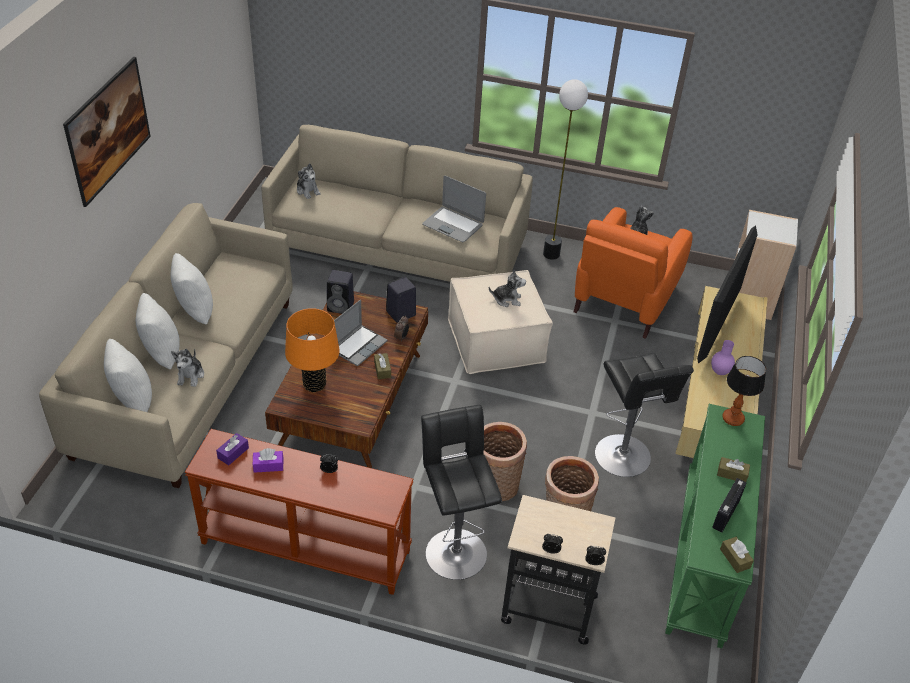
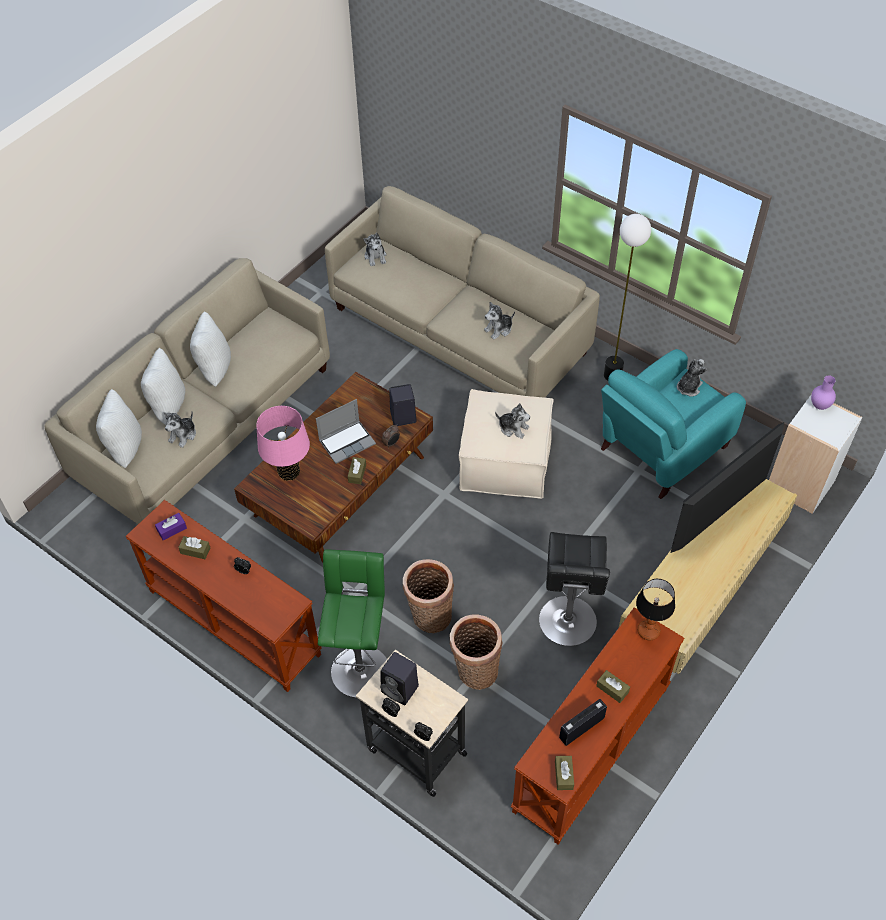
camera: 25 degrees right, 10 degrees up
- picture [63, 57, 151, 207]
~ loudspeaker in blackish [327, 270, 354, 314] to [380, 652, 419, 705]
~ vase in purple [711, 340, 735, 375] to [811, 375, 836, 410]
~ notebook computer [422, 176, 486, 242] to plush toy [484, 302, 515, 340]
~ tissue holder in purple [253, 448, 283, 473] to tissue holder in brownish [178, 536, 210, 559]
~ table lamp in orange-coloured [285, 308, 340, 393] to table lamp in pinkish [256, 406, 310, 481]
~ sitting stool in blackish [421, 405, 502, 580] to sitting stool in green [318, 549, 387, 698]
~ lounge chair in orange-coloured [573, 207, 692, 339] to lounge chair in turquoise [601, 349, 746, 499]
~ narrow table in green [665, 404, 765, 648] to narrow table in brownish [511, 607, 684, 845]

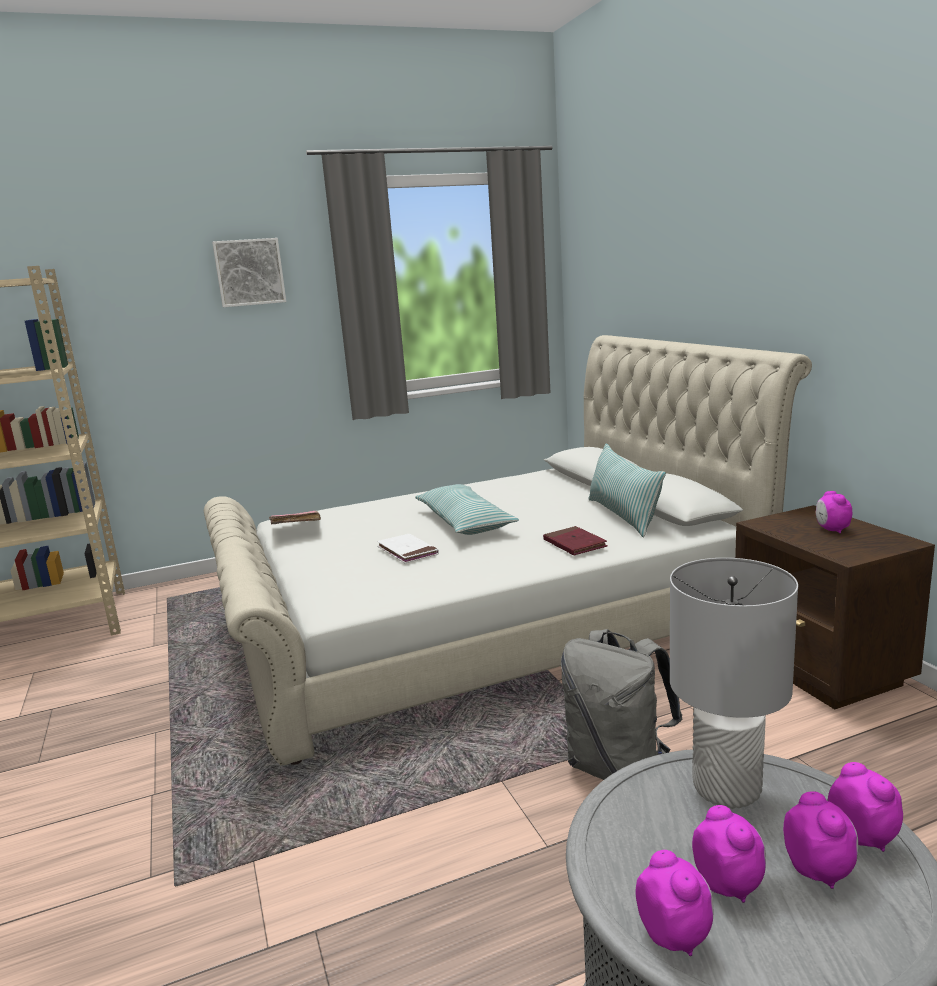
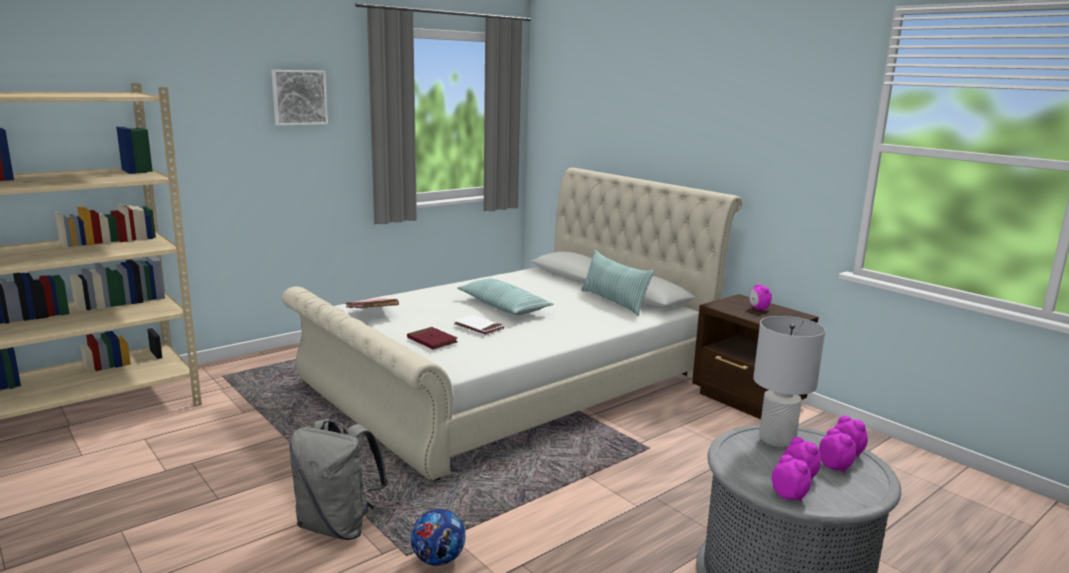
camera: 20 degrees left, 0 degrees up
+ football [411, 509, 466, 566]
~ book in reddish [543, 526, 608, 555] to [407, 327, 458, 349]
~ backpack in gray [561, 629, 683, 780] to [289, 419, 388, 540]

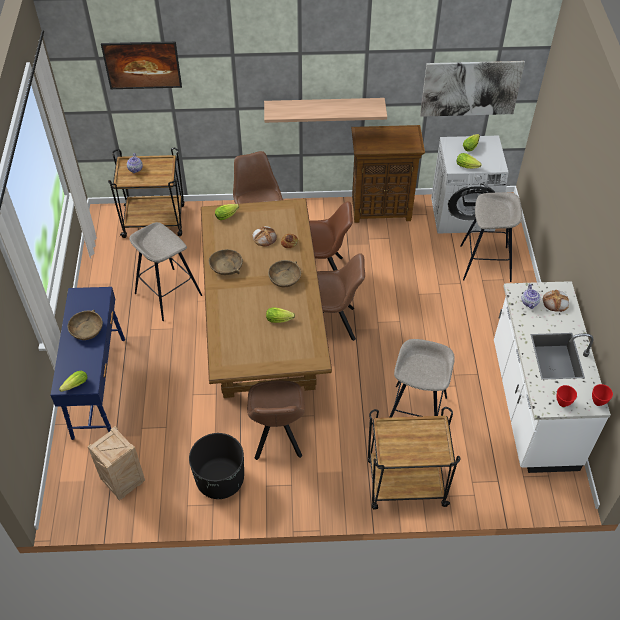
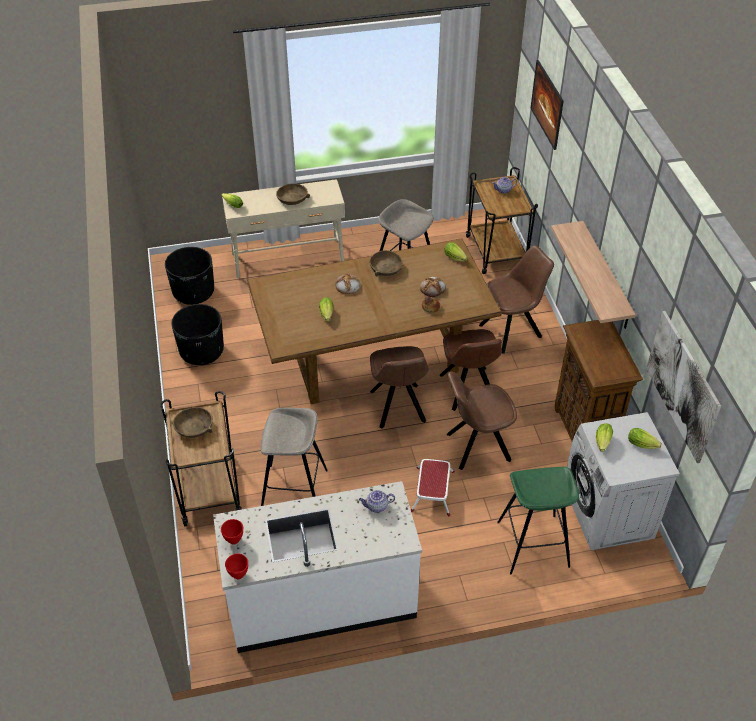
camera: 80 degrees right, 5 degrees down
+ step ladder in reddish [411, 459, 455, 516]
~ upright chair in brownish [247, 380, 305, 460] to [447, 371, 517, 470]
~ bowl in brownish [268, 260, 301, 287] to [173, 407, 213, 438]
~ bakery bread [543, 290, 569, 312] to [336, 274, 360, 294]
~ crate [88, 426, 145, 501] to plant pot in blackish [165, 247, 214, 305]
~ narrow table in blue-coloured [51, 287, 125, 440] to narrow table in beige [222, 179, 345, 278]
~ sitting stool in gray [461, 192, 522, 282] to sitting stool in green [497, 467, 579, 574]

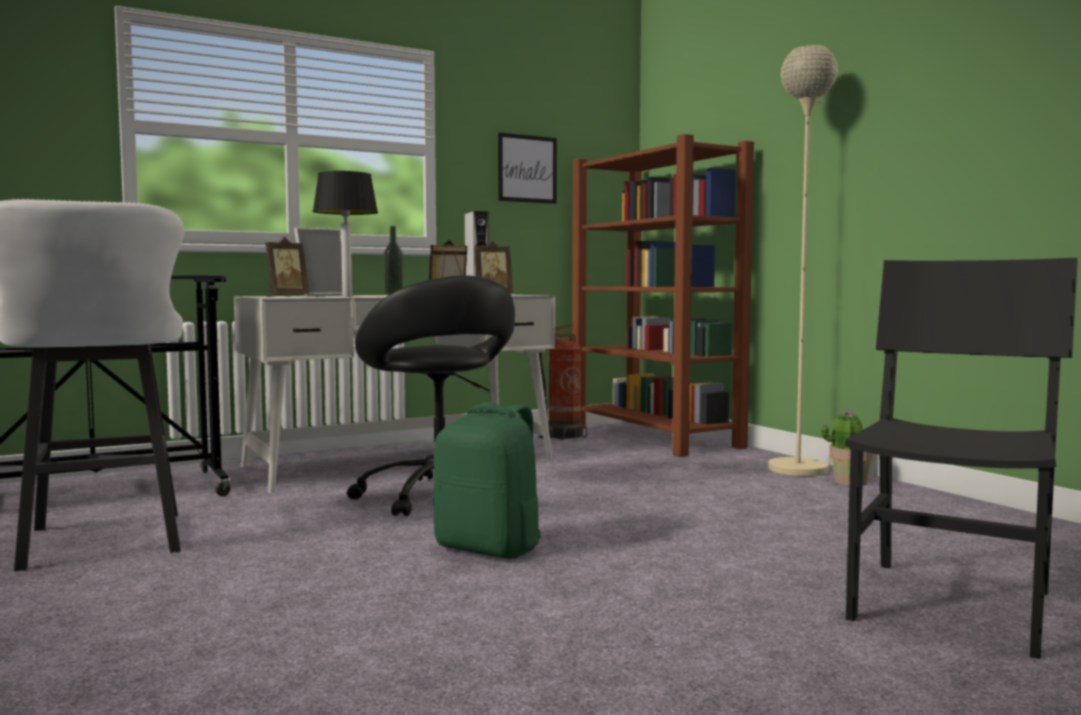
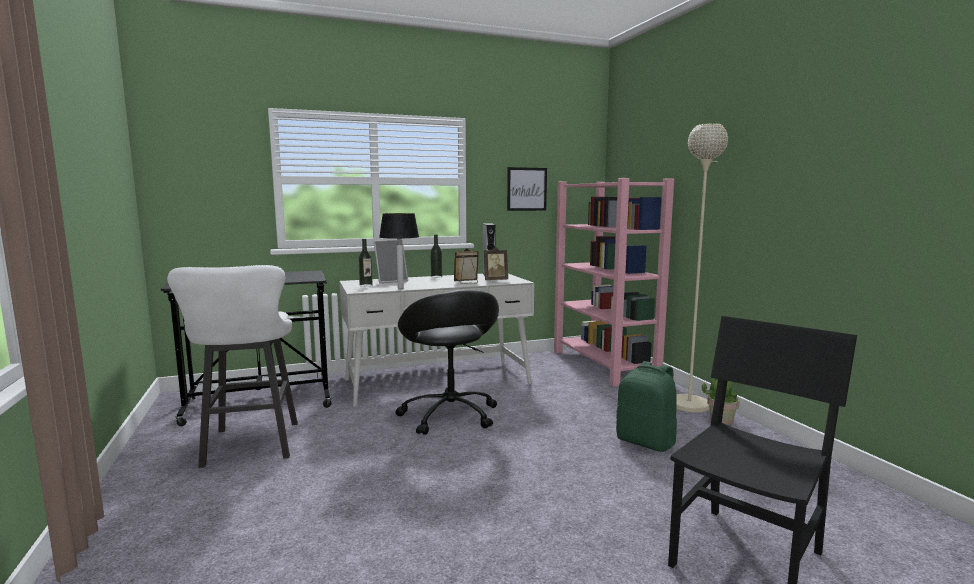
camera: 10 degrees right, 5 degrees up
- fire-fighting cylinder [539, 324, 587, 440]
~ backpack in green [432, 402, 541, 559] to [616, 361, 677, 452]
~ photo frame [266, 237, 309, 297] to bottle [358, 239, 373, 287]
~ bookcase in brownish [572, 134, 754, 457] to bookcase in pinkish [554, 178, 674, 387]

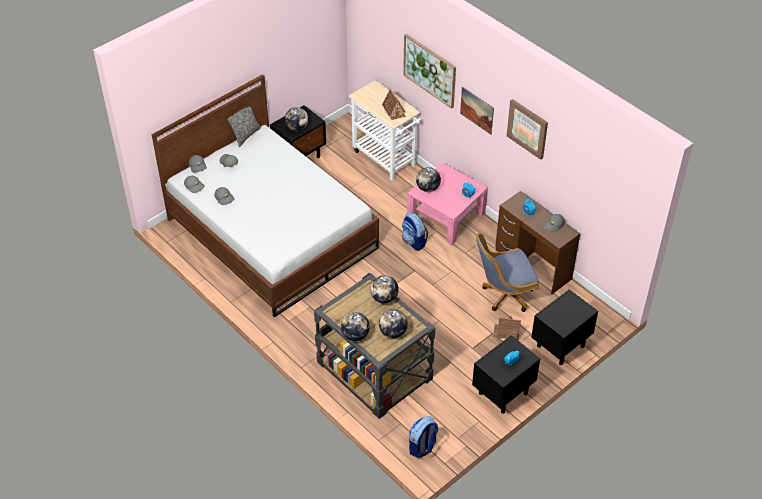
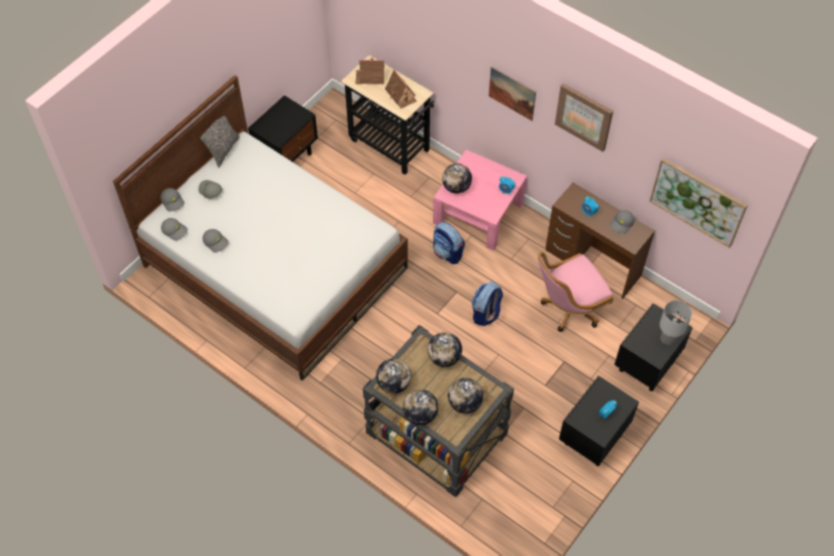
camera: 10 degrees left, 10 degrees up
+ table lamp in gray [660, 300, 692, 346]
~ desk globe [285, 107, 309, 131] to [376, 358, 411, 394]
~ picture [403, 34, 456, 109] to [649, 158, 748, 248]
~ backpack [409, 416, 438, 458] to [472, 281, 503, 326]
~ miniature house [493, 316, 521, 340] to [356, 58, 385, 84]
~ cart in white [349, 80, 421, 181] to cart in blackish [341, 55, 434, 175]
~ office chair in blue-coloured [476, 233, 539, 312] to office chair in pinkish [538, 252, 613, 332]

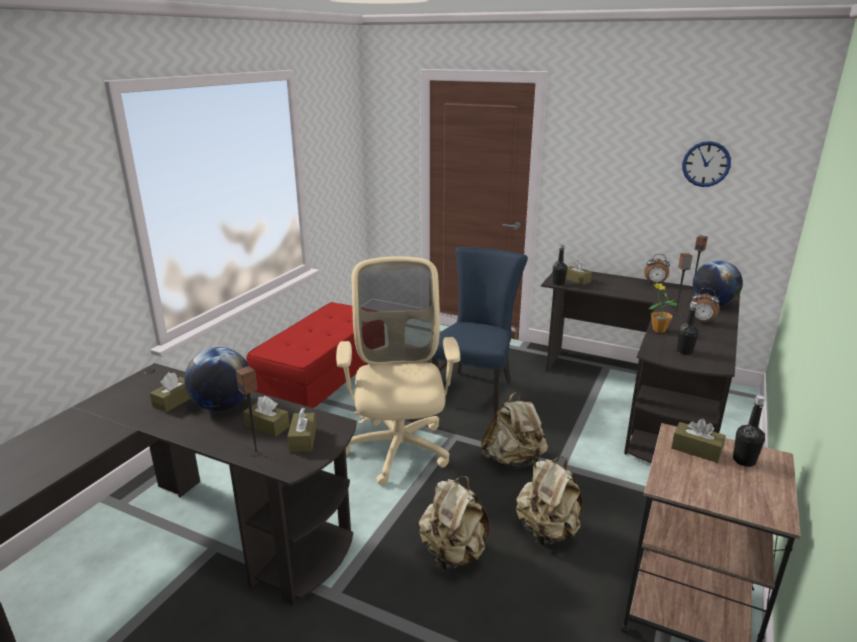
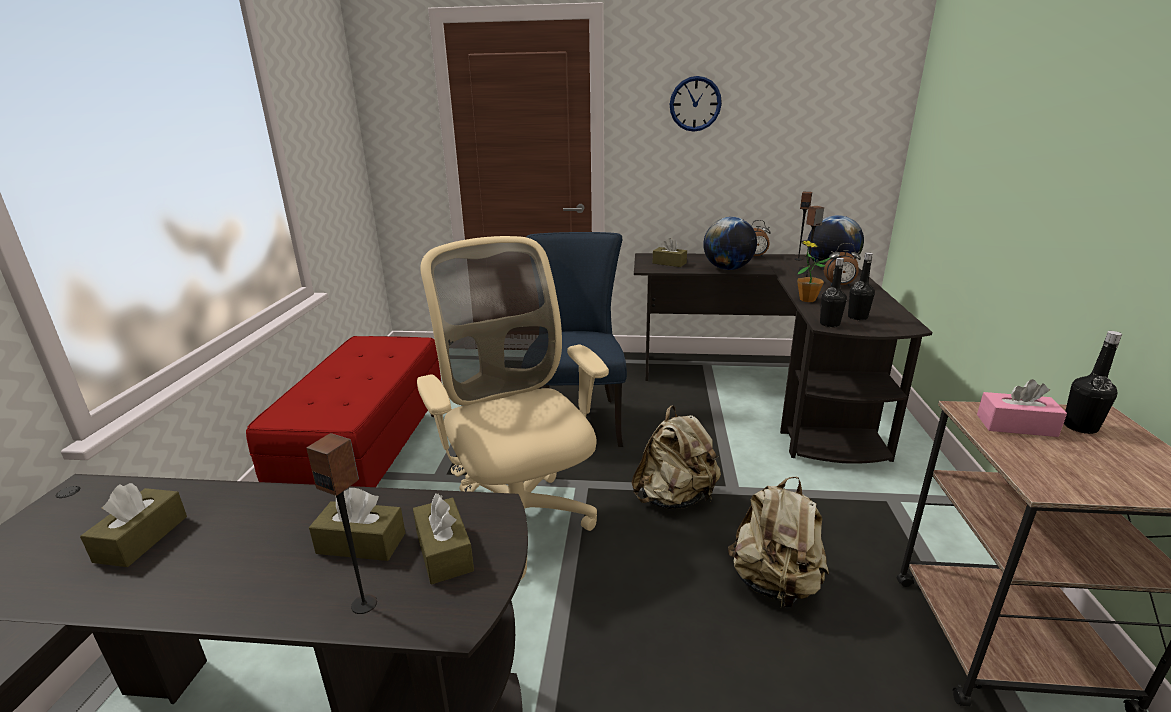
camera: 20 degrees left, 0 degrees up
- backpack in beige [419, 476, 490, 570]
~ desk globe [184, 347, 249, 411] to [703, 217, 757, 270]
~ bottle in blackish [553, 244, 567, 286] to [820, 258, 847, 327]
~ wall clock [682, 141, 731, 187] to [670, 76, 722, 132]
~ tissue holder in brownish [671, 419, 726, 463] to tissue holder in pinkish [977, 379, 1067, 437]

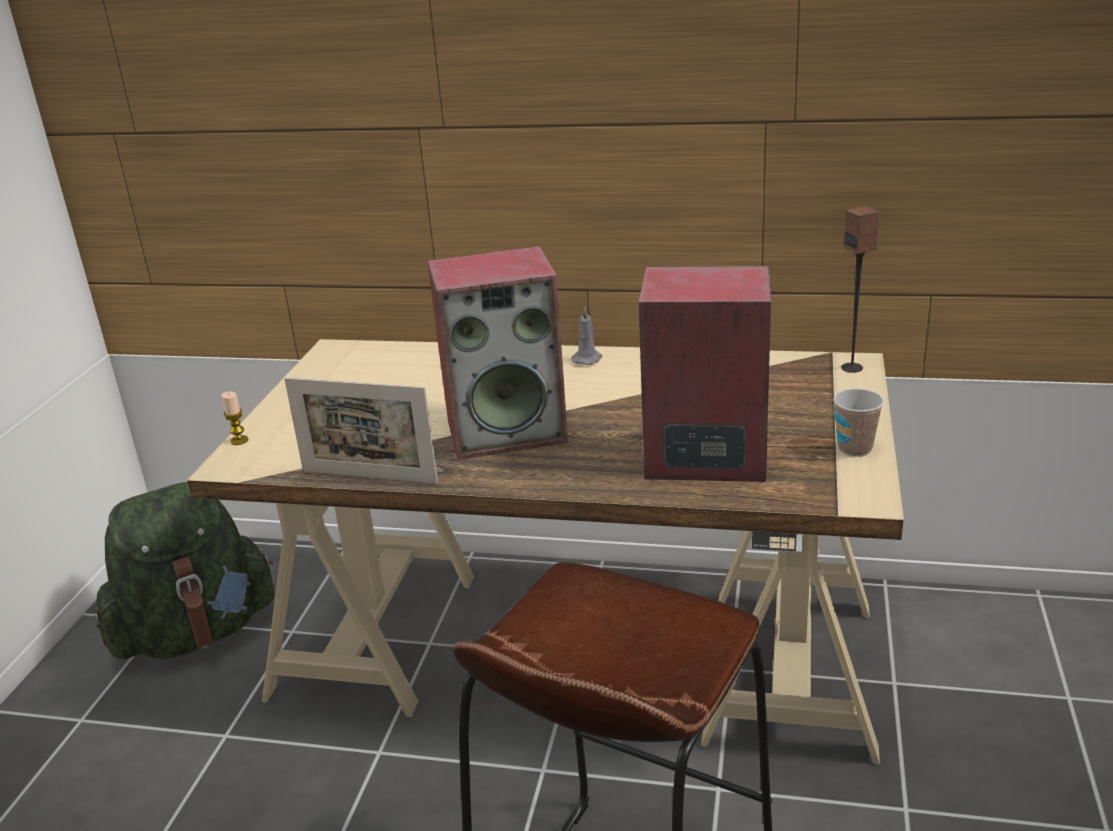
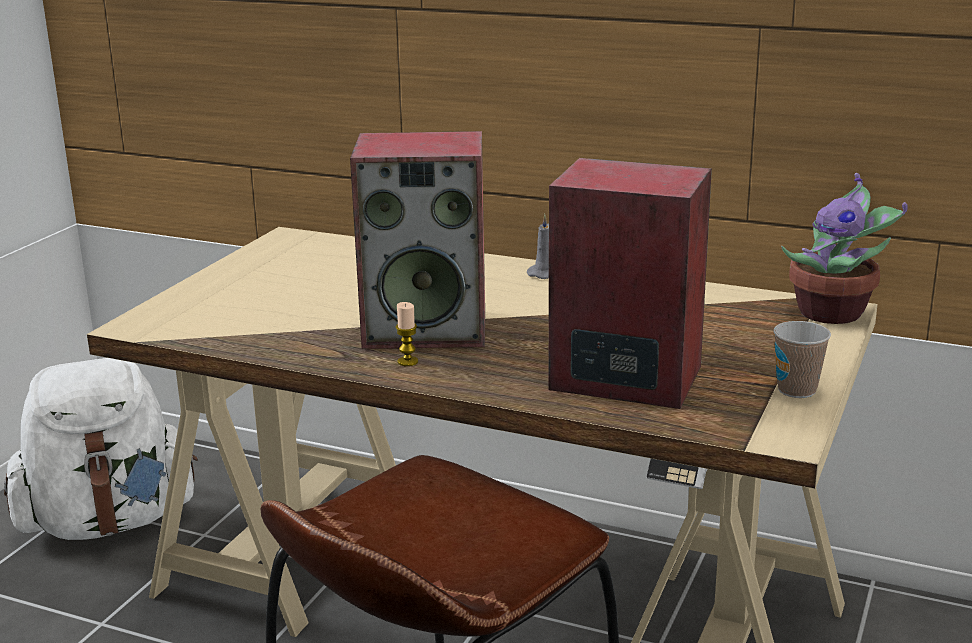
camera: 10 degrees right, 5 degrees down
- photo frame [284, 377, 438, 484]
~ wax candle [221, 392, 248, 445] to [396, 302, 418, 366]
~ loudspeaker [841, 206, 880, 373] to plant in a pot [781, 173, 907, 324]
~ backpack in green [95, 482, 275, 659] to backpack in white [4, 358, 198, 540]

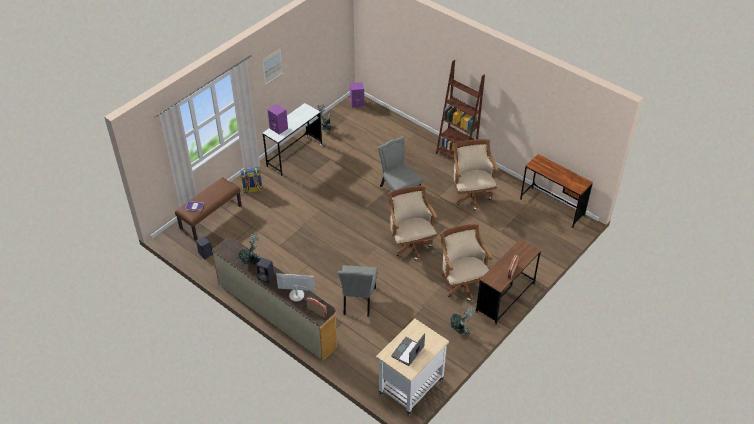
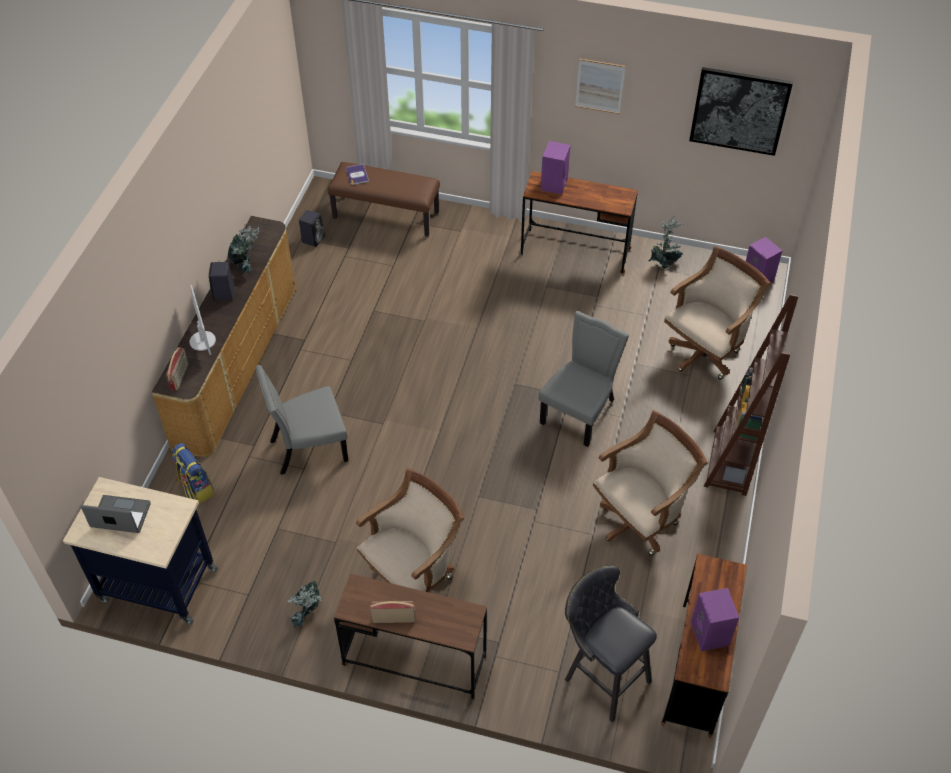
camera: 65 degrees right, 5 degrees up
+ sitting stool in blackish [565, 565, 657, 722]
+ picture [689, 67, 793, 156]
+ loudspeaker in purple [691, 588, 739, 651]
~ backpack [240, 168, 263, 194] to [172, 443, 214, 503]
~ office chair [387, 185, 438, 260] to [664, 245, 771, 379]
~ desk unit in white [263, 103, 323, 176] to desk unit in brownish [521, 171, 638, 274]
~ cart in white [376, 318, 449, 416] to cart in blue-coloured [63, 477, 218, 624]

